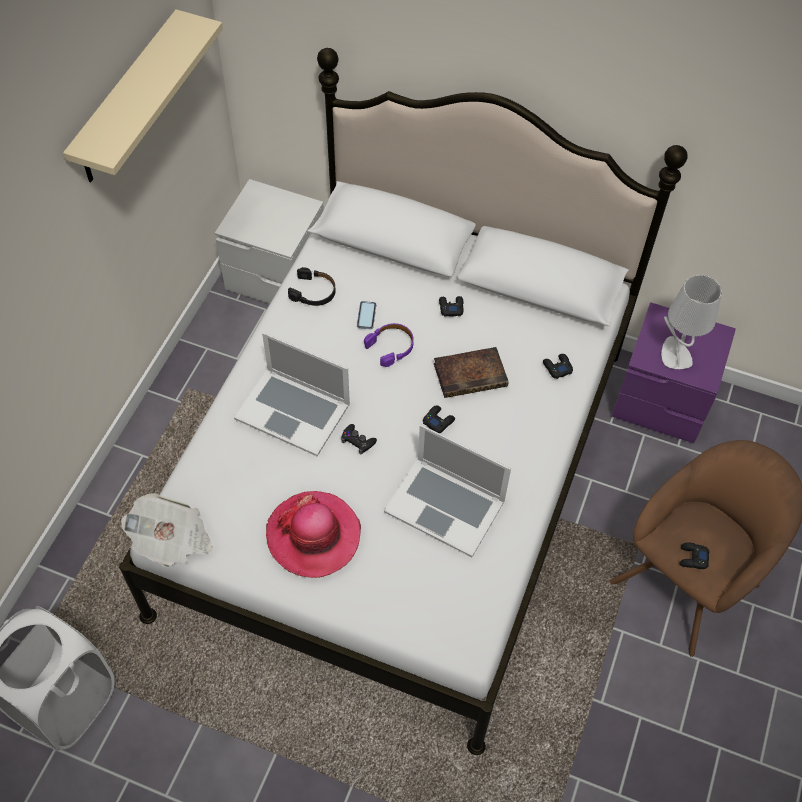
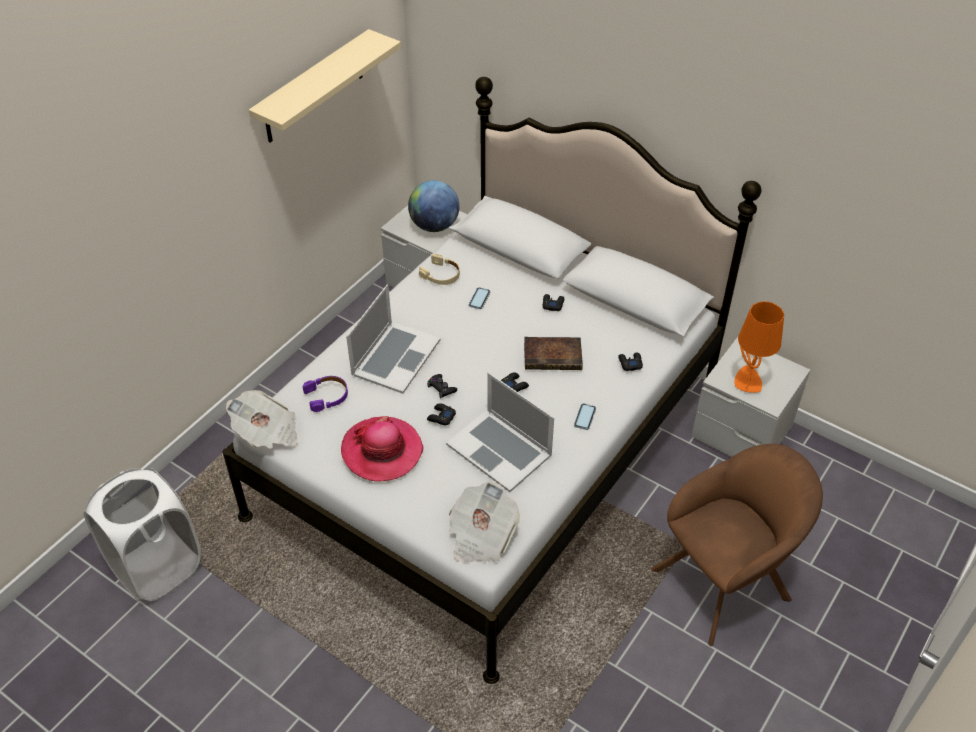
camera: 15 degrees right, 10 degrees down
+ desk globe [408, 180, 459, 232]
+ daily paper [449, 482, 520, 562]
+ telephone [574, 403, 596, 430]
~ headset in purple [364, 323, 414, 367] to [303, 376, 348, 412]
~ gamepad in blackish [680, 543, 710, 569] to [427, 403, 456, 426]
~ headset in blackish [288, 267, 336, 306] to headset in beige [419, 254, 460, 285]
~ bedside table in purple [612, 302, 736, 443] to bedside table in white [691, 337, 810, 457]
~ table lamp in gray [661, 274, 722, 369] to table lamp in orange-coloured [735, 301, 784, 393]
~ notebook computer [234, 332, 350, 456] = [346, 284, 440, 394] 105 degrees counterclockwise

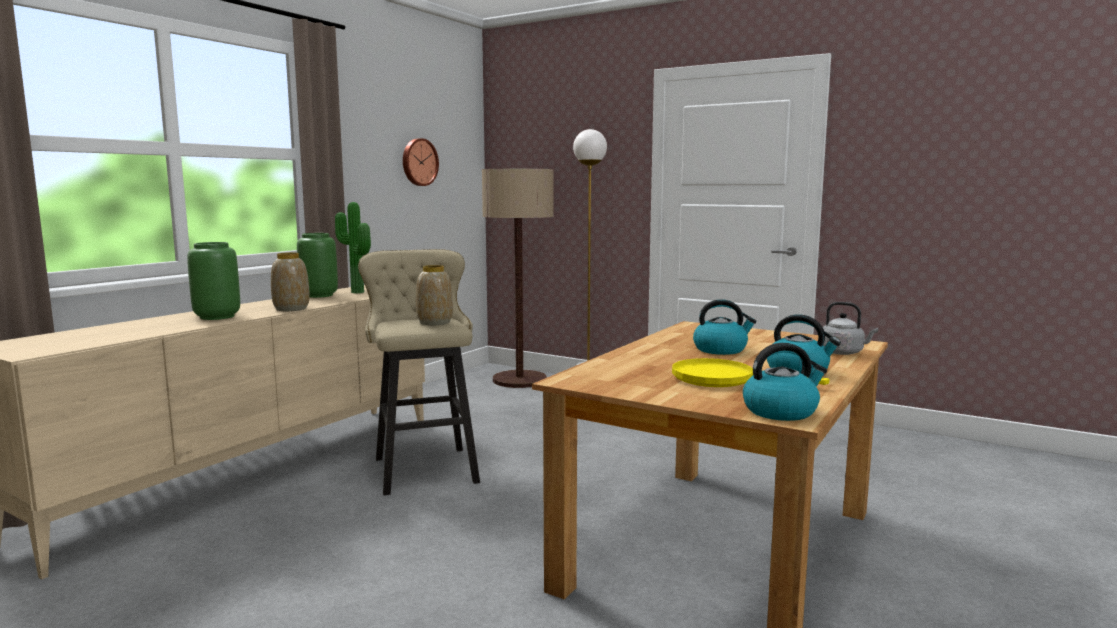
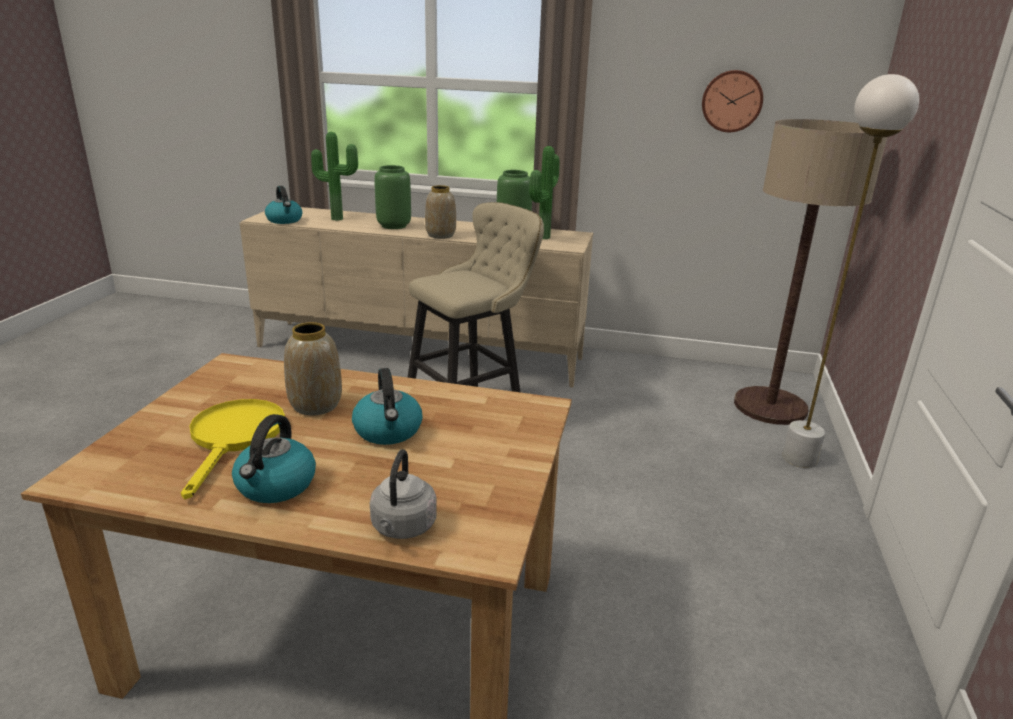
camera: 70 degrees right, 15 degrees up
+ plant in a pot [311, 132, 358, 221]
~ vase [416, 265, 453, 325] to [284, 322, 342, 415]
~ tea kettle [743, 343, 827, 421] to [265, 186, 302, 224]

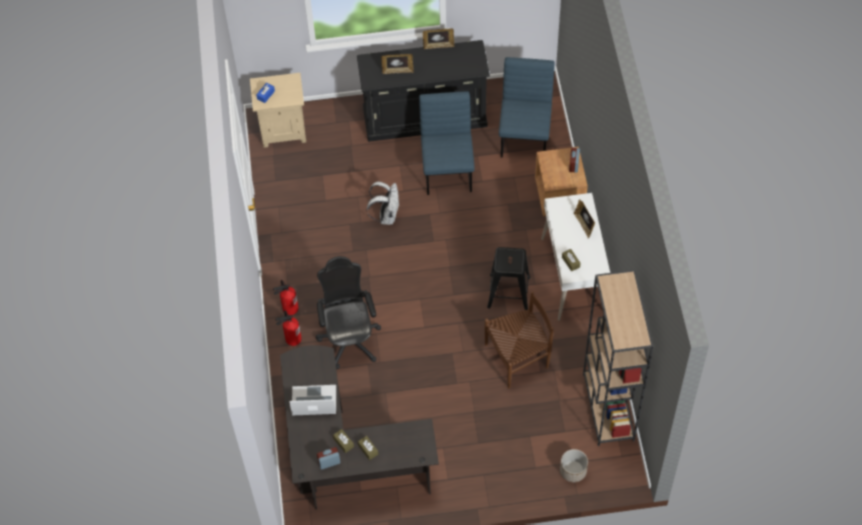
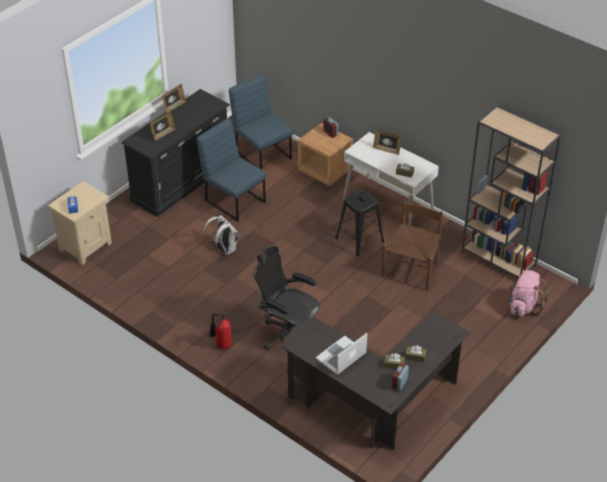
camera: 45 degrees left, 15 degrees down
- fire-fighting cylinder [275, 310, 302, 346]
~ plant pot [560, 449, 588, 482] to backpack in pinkish [509, 270, 548, 317]

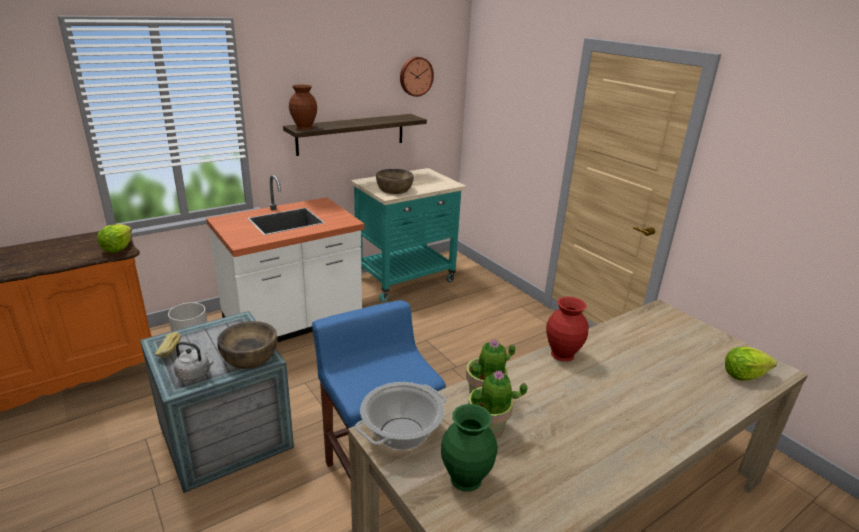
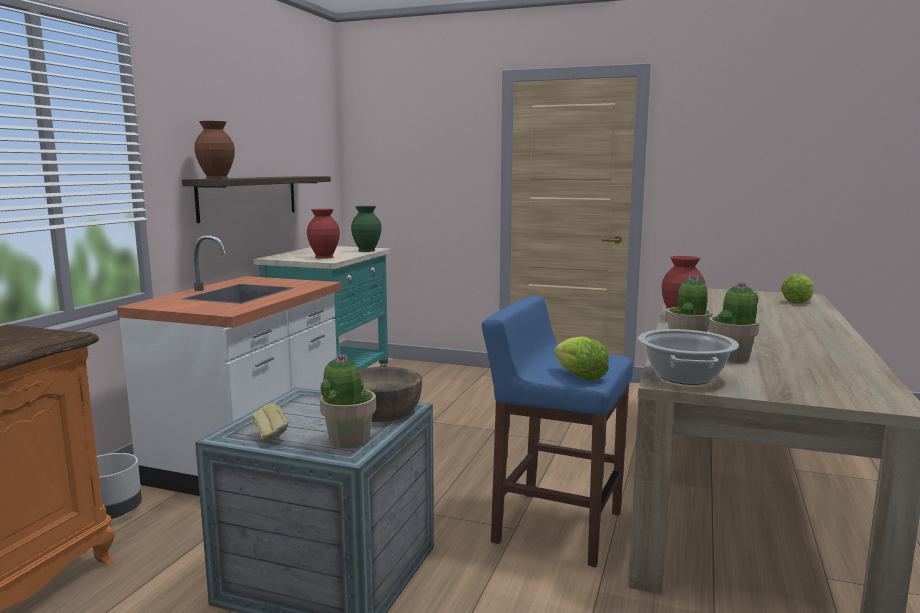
camera: 35 degrees left, 15 degrees down
- wall clock [400, 57, 434, 97]
~ lettuce [97, 224, 132, 253] to [554, 336, 609, 381]
~ vase in green [441, 404, 497, 492] to [351, 206, 382, 252]
~ tea kettle in gray [174, 342, 213, 381] to plant in a pot [320, 353, 376, 448]
~ bowl in brownish [376, 169, 414, 194] to vase in reddish [307, 209, 340, 259]

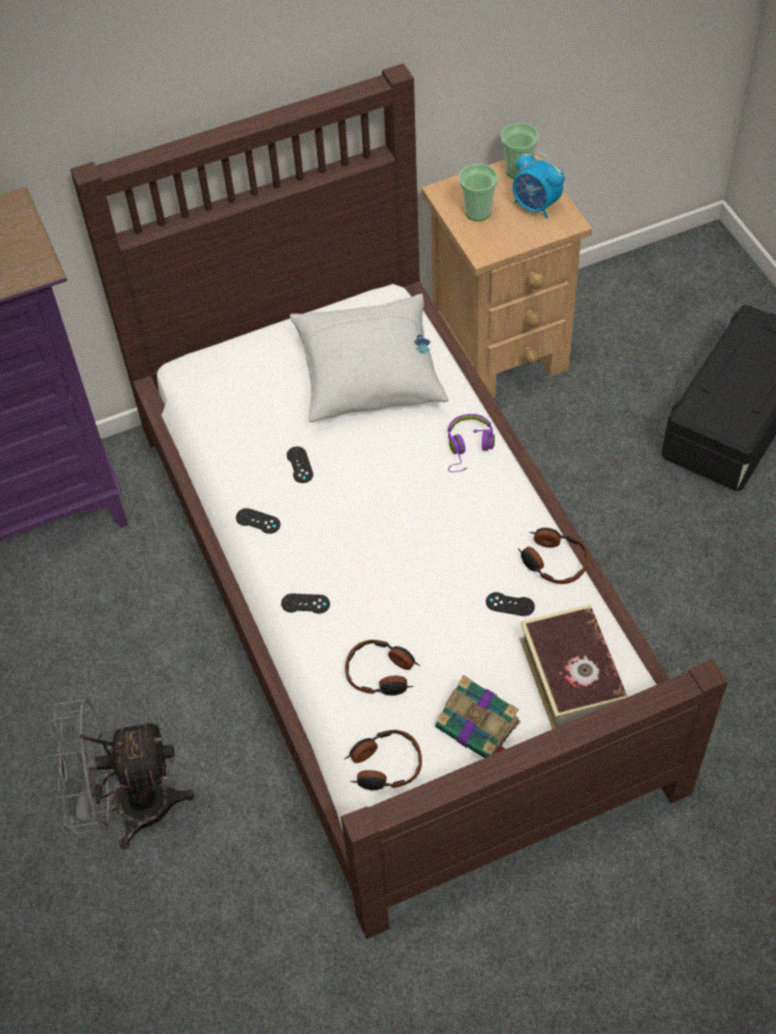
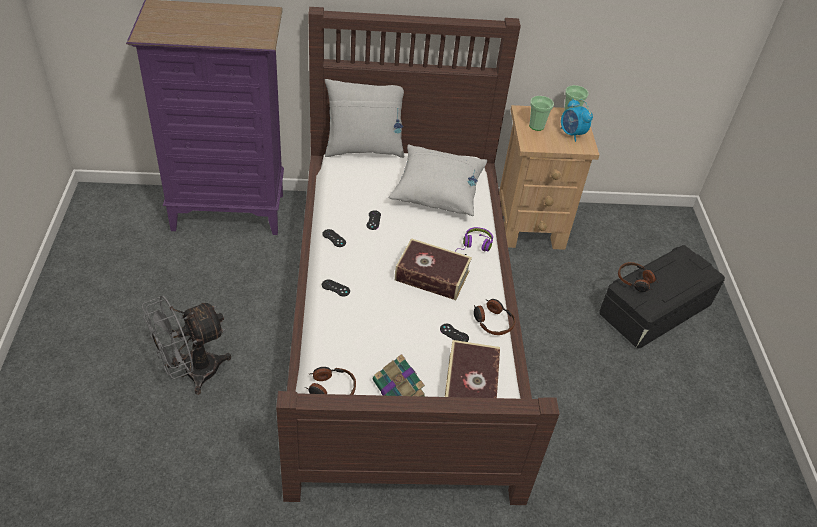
camera: 15 degrees right, 10 degrees down
+ pillow in gray [325, 79, 404, 158]
+ book [395, 238, 472, 300]
~ headset [345, 640, 420, 696] to [618, 262, 658, 292]
~ electric fan in gray [49, 698, 195, 850] = [142, 295, 231, 395] 45 degrees counterclockwise

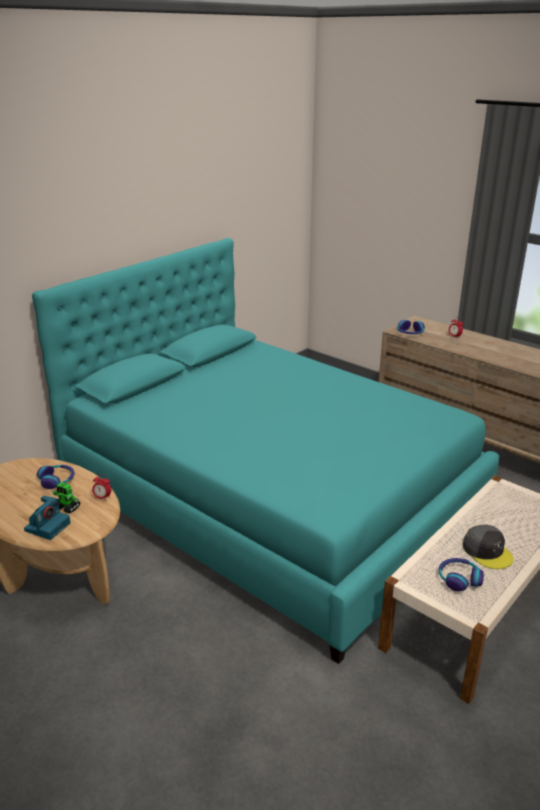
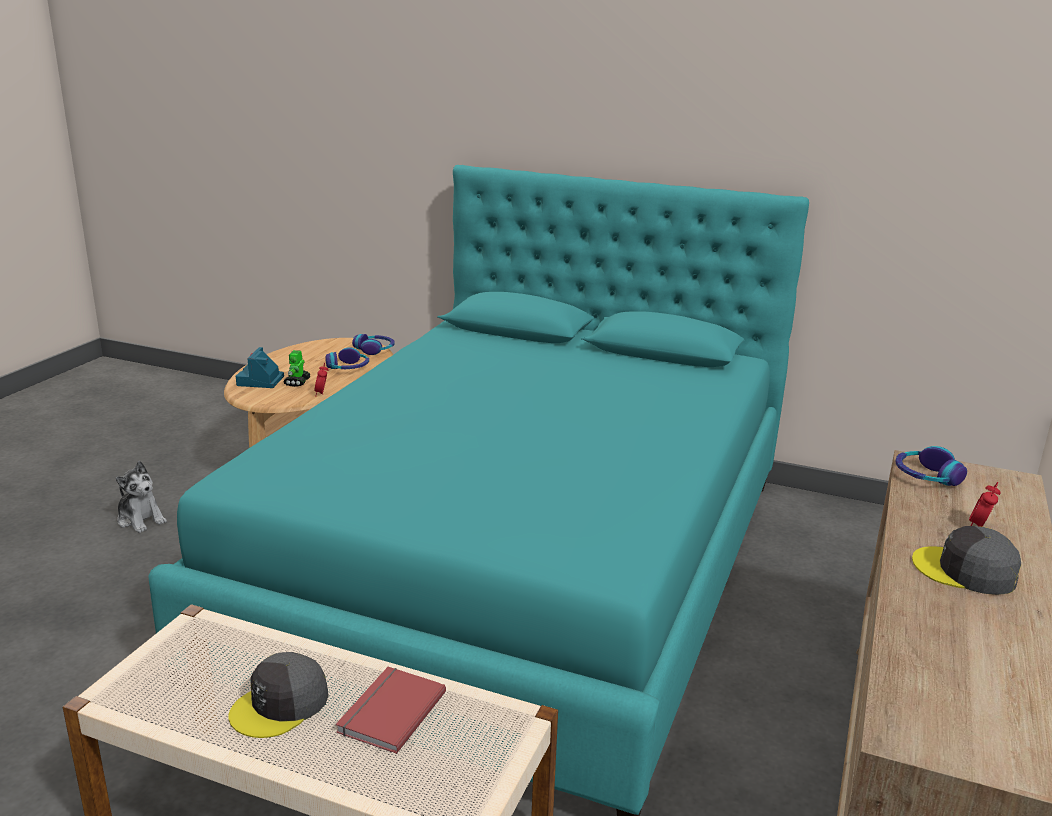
camera: 70 degrees right, 5 degrees down
+ plush toy [116, 461, 167, 533]
+ book in reddish [336, 667, 446, 754]
+ baseball cap in gray [912, 526, 1021, 595]
~ headset [438, 558, 484, 592] to [352, 334, 395, 355]
~ photo camera [24, 496, 71, 540] = [236, 347, 284, 388] 90 degrees clockwise

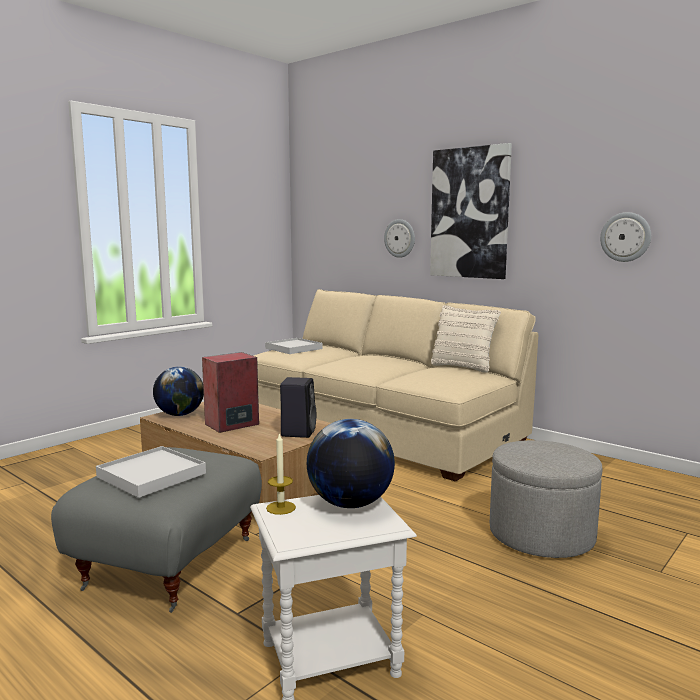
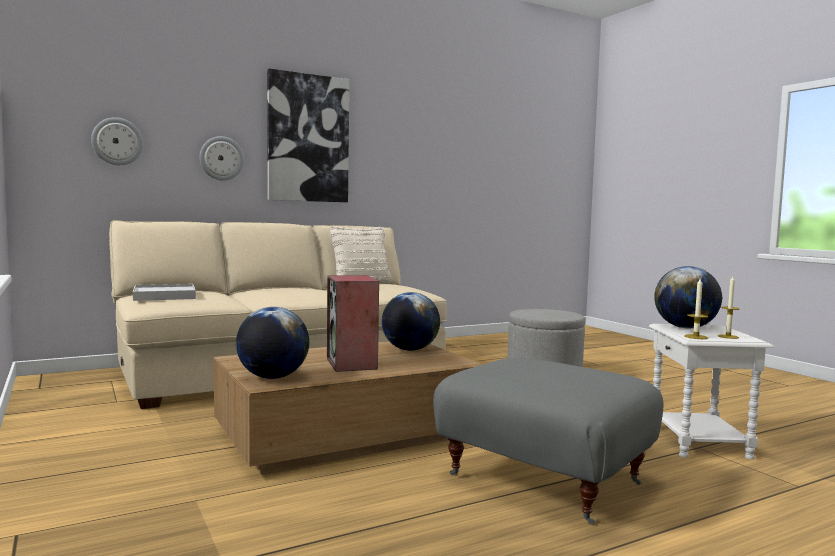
camera: 70 degrees left, 5 degrees down
- serving tray in white [96, 446, 206, 498]
+ wax candle [718, 276, 739, 339]
~ wall clock [600, 212, 651, 262] to [91, 117, 143, 165]
~ loudspeaker in blackish [280, 377, 316, 438] to desk globe [382, 292, 440, 351]

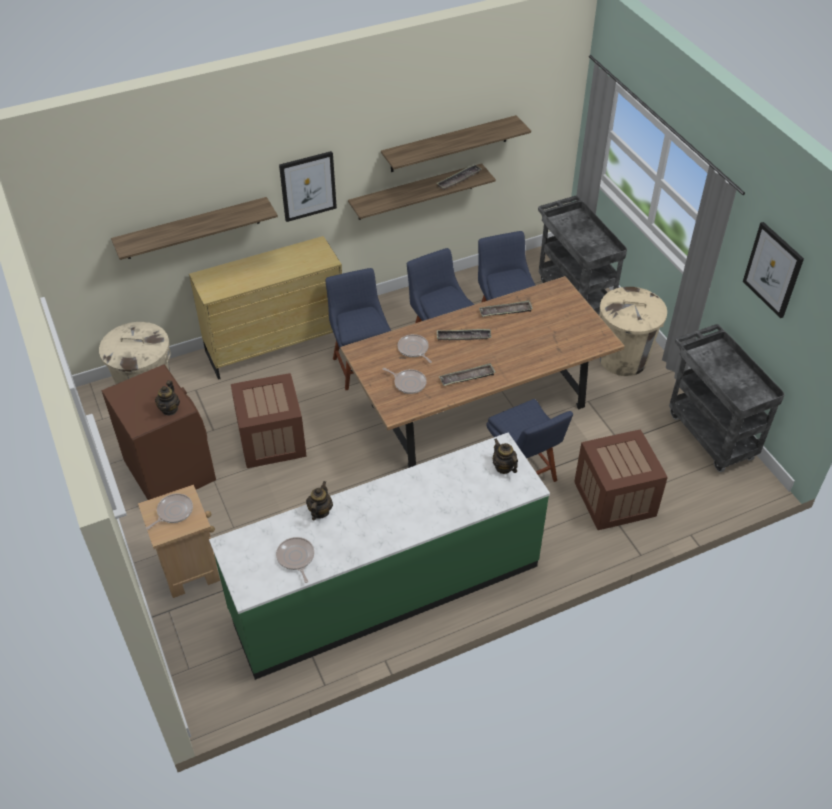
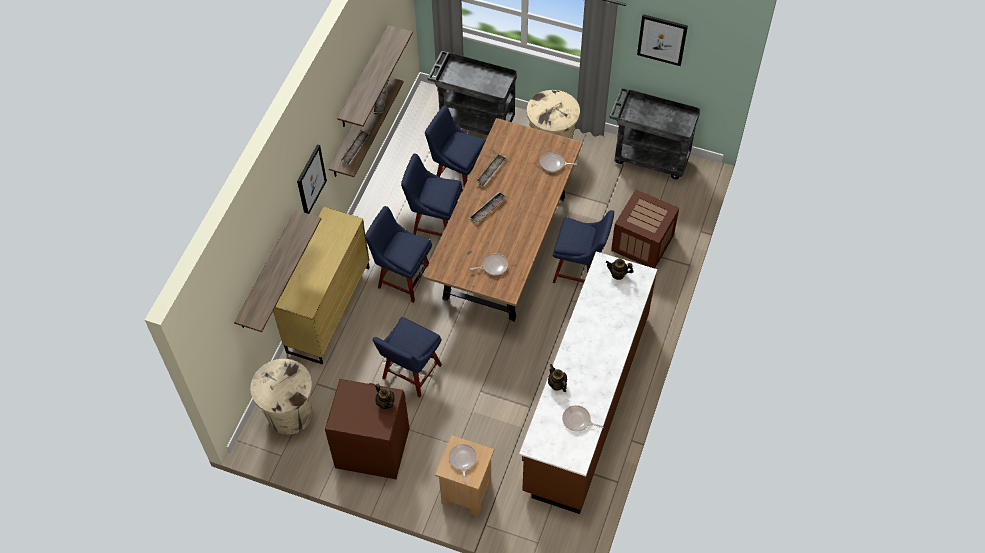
camera: 45 degrees left, 10 degrees up
~ pan [398, 334, 432, 363] to [540, 152, 577, 172]
~ serving tray [439, 363, 496, 386] to [340, 129, 370, 165]
~ crate [231, 373, 307, 468] to upright chair in blue-coloured [373, 317, 442, 397]
~ kitchen base unit in green [209, 433, 550, 680] to kitchen base unit in brownish [519, 252, 657, 514]

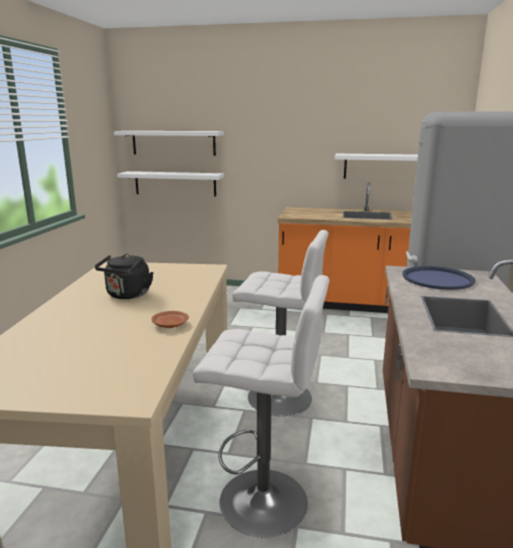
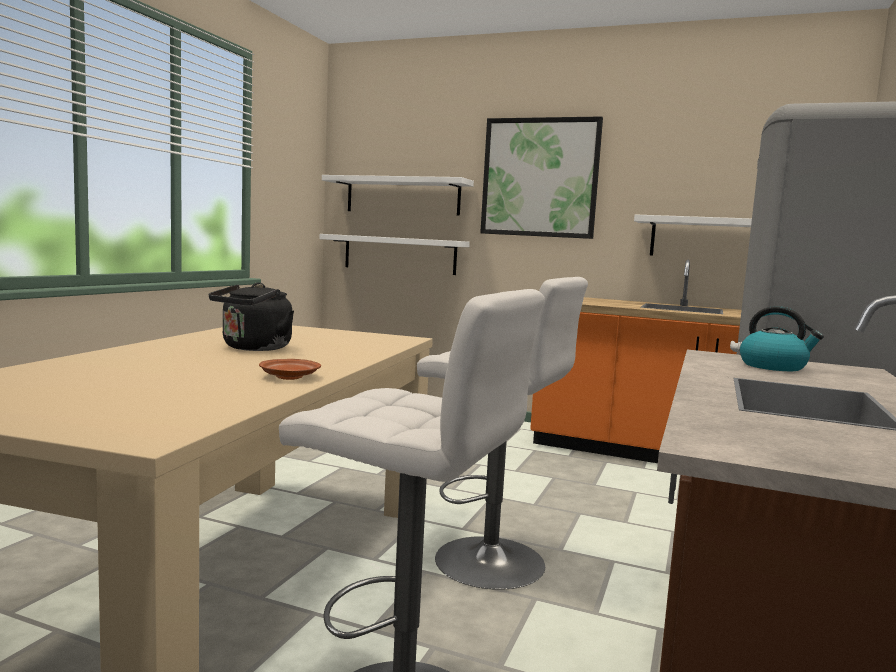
camera: 10 degrees right, 10 degrees down
+ picture [480, 116, 603, 239]
~ serving tray in blue-coloured [402, 266, 475, 290] to tea kettle [740, 306, 824, 371]

